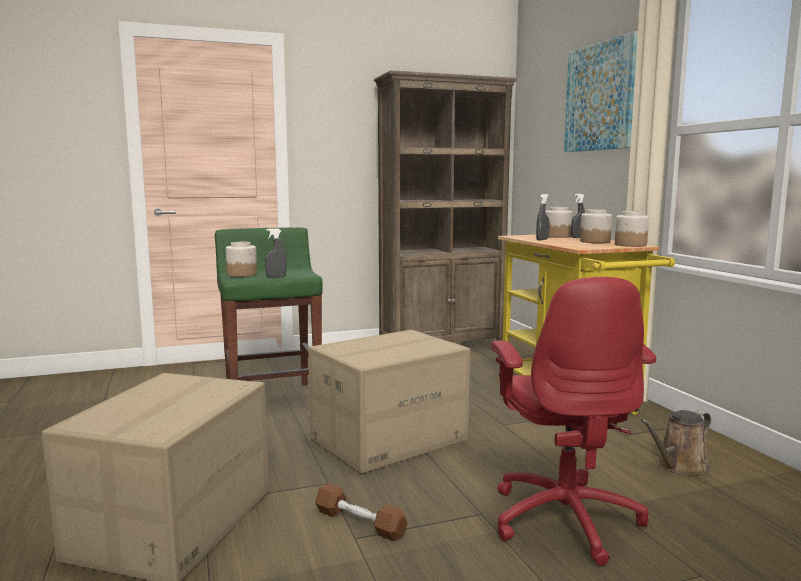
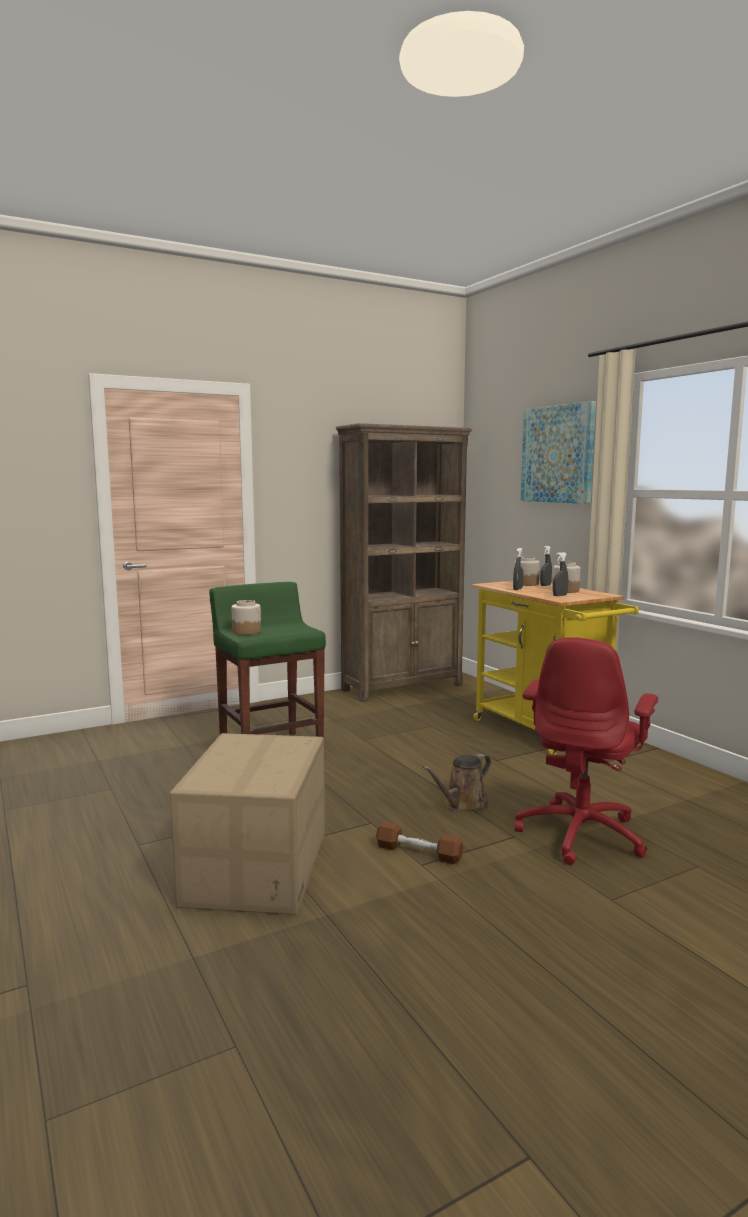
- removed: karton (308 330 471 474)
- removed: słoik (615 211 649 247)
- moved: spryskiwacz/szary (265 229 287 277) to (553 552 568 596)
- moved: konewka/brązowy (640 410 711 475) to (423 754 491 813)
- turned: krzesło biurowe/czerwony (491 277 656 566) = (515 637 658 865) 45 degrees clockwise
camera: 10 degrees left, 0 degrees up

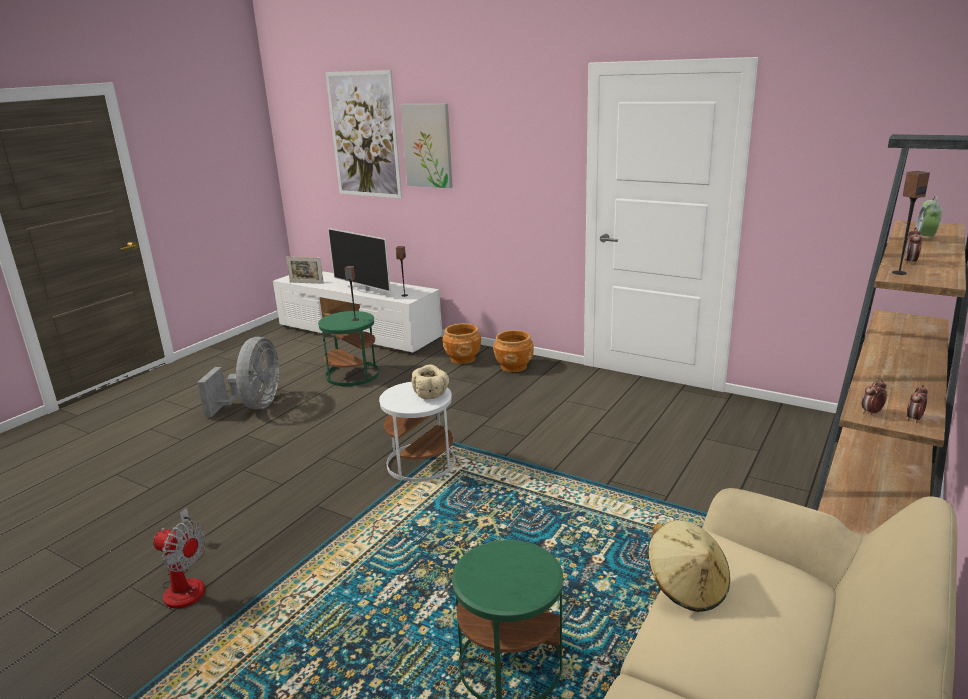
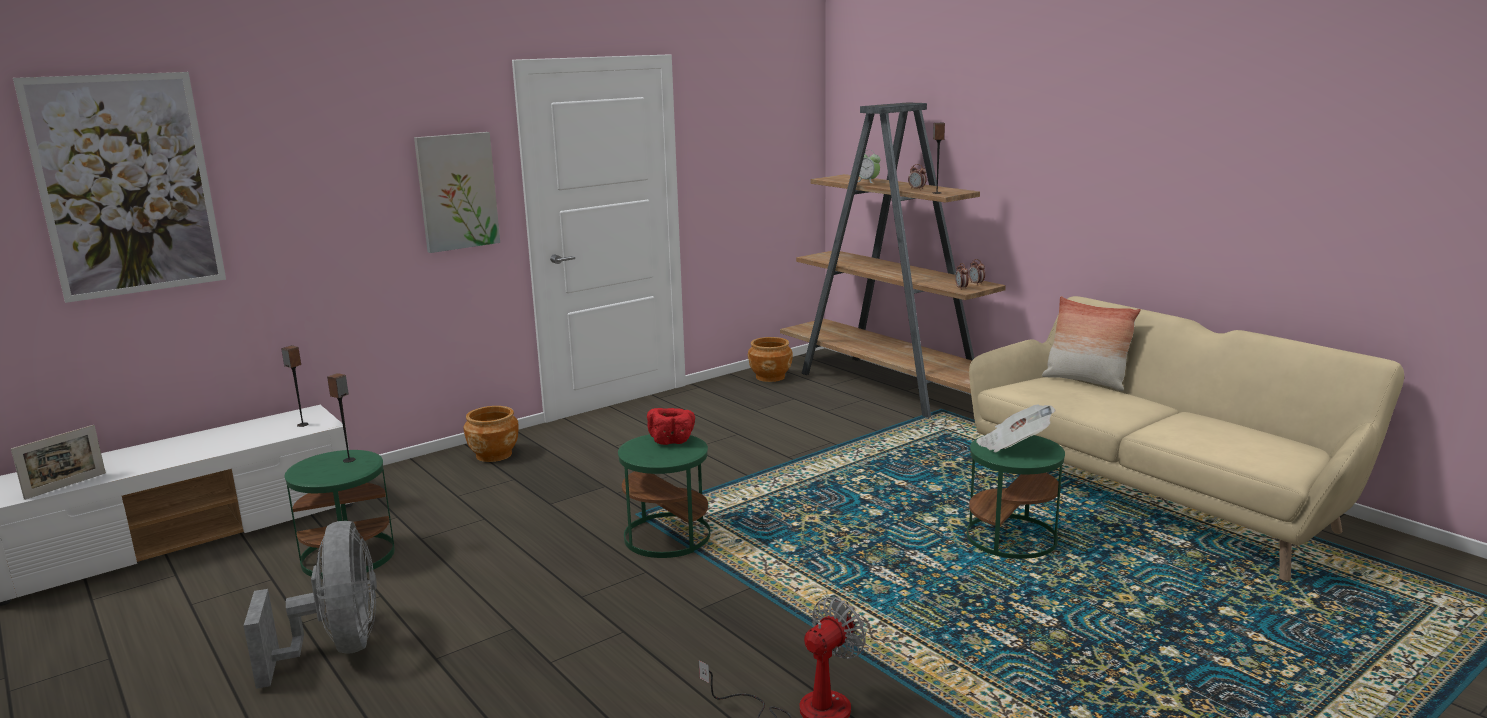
- removed: telewizor (328 228 391 295)
- removed: kapelusz/beżowy (648 520 730 612)
- added: gazeta (976 405 1056 452)
- added: poduszka (1042 296 1141 391)
- moved: obraz (401 104 453 188) to (414 132 500 253)
- moved: donica/brązowy (443 323 481 364) to (748 337 793 382)
- recoloured: stolik/biały (379 382 455 482) to stolik/zielony (618 434 710 558)
- recoloured: miska/beżowy (412 365 449 399) to miska/czerwony (647 408 695 445)
- turned: wentylator/szary (197 337 279 417) = (244 521 377 689) 45 degrees clockwise
camera: 70 degrees left, 5 degrees down

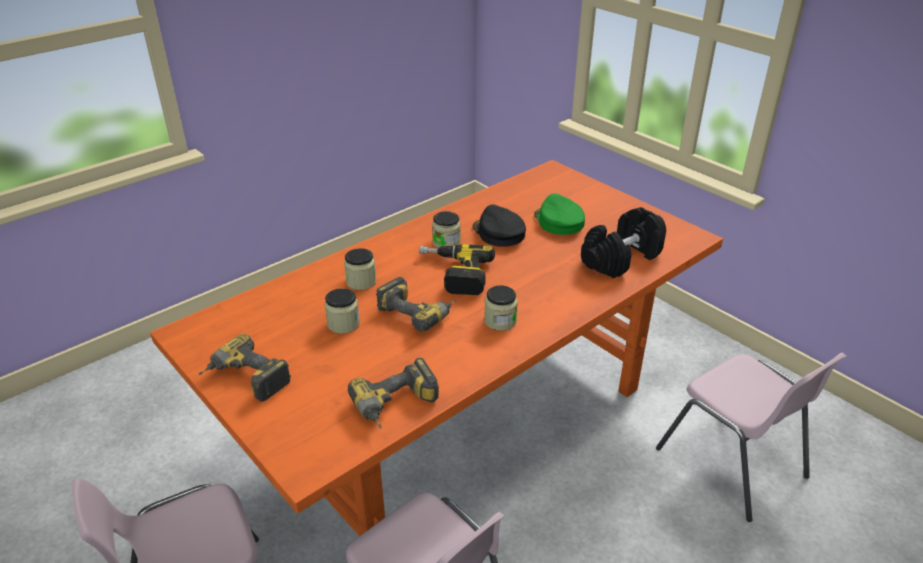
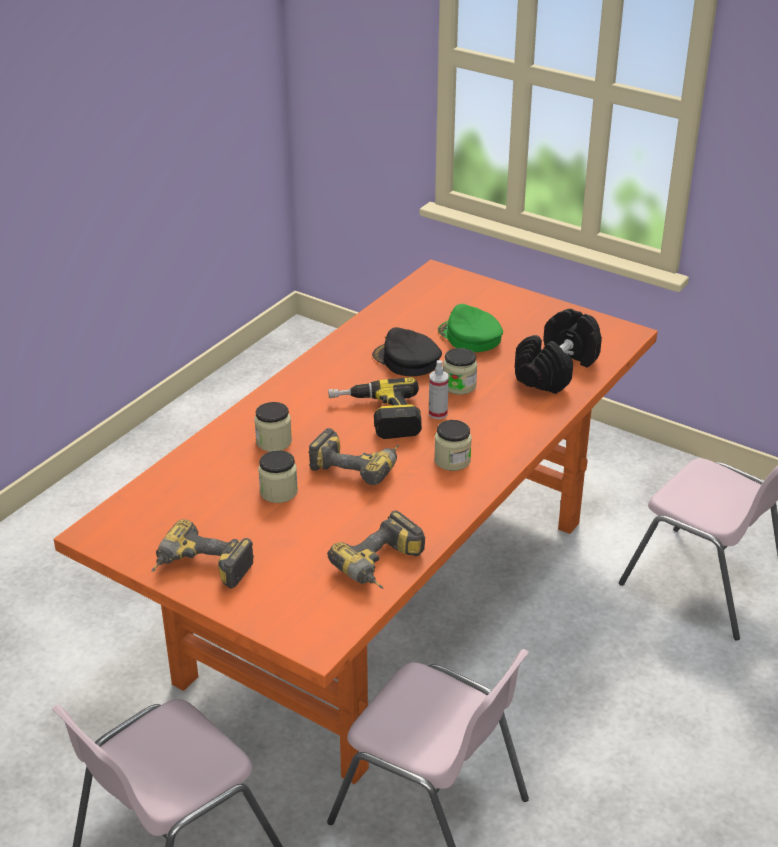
- added: spryskiwacz (429 360 449 419)
- moved: słoik (432 211 461 248) to (443 348 477 395)
camera: 15 degrees left, 0 degrees up

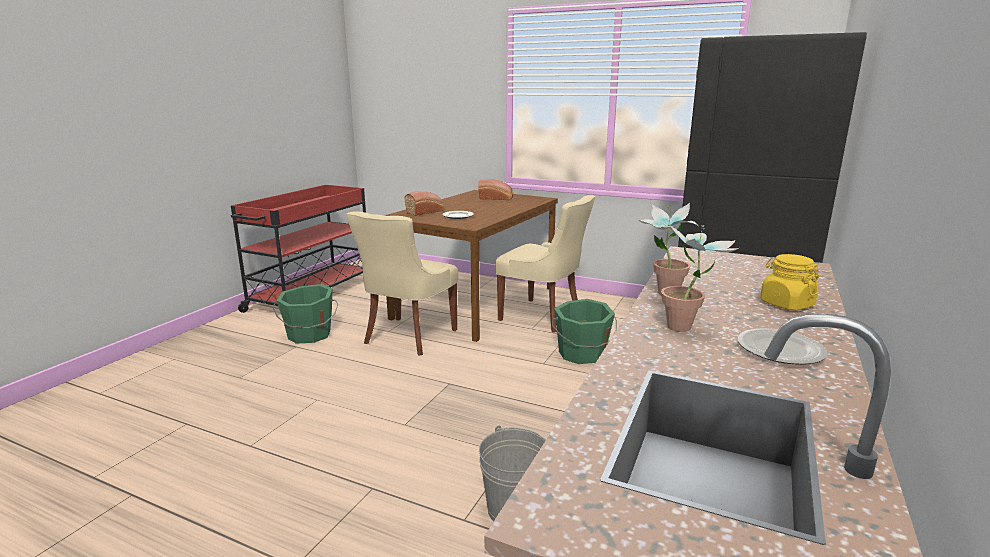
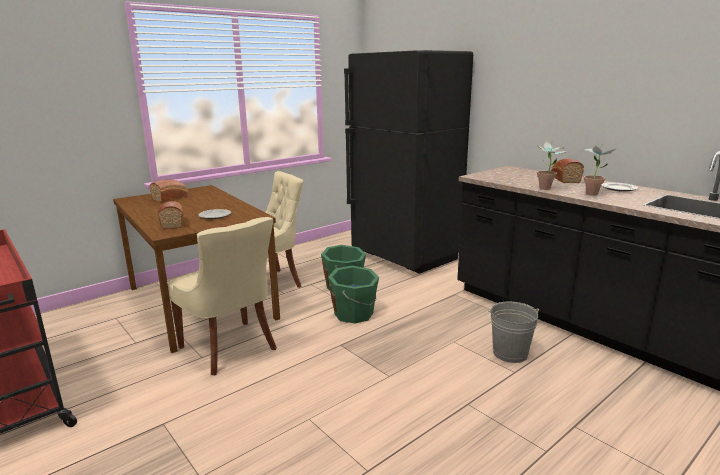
- moved: wiadro/zielony (272 284 338 344) to (328 266 379 323)
- replaced: słoik/żółty (760 254 820 310) to chleb (551 159 584 183)
camera: 65 degrees left, 0 degrees up

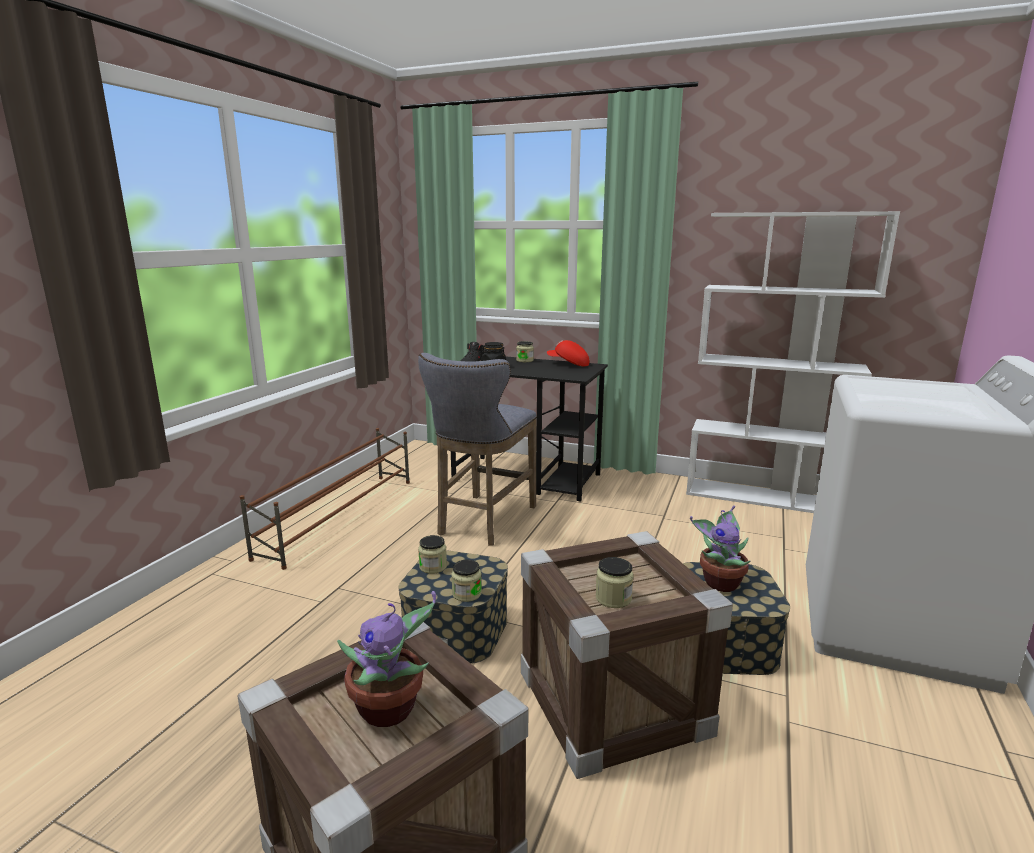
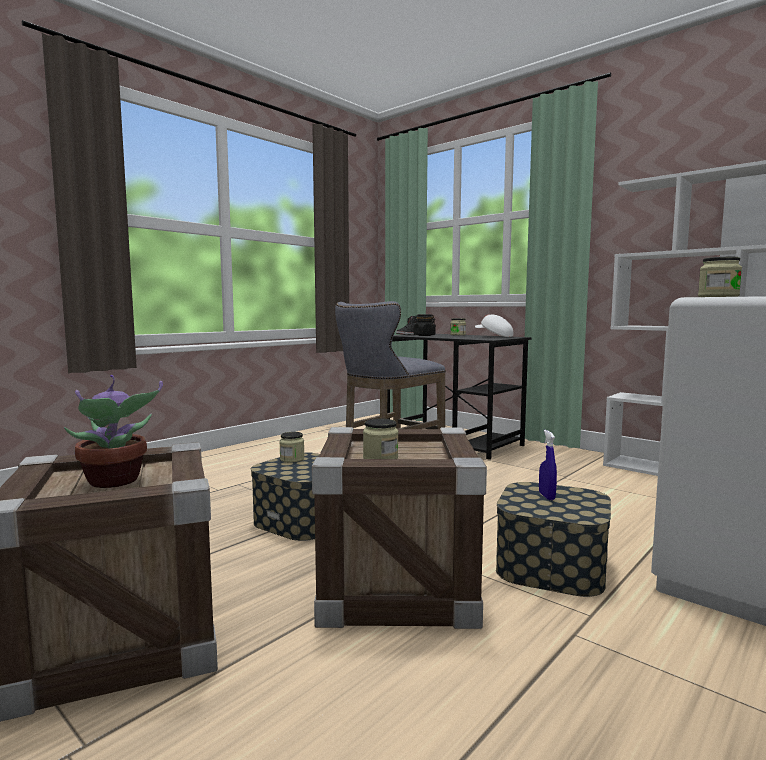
- removed: regał na buty/brązowy (240 428 410 570)
- moved: słoik (451 560 482 602) to (698 257 742 297)
- replaced: roślina doniczkowa (690 505 750 592) to spryskiwacz/niebieski (539 430 557 500)
- recoloured: czapka z daszkiem/czerwony (547 340 589 366) to czapka z daszkiem/biały (475 314 513 337)
camera: 20 degrees right, 10 degrees down

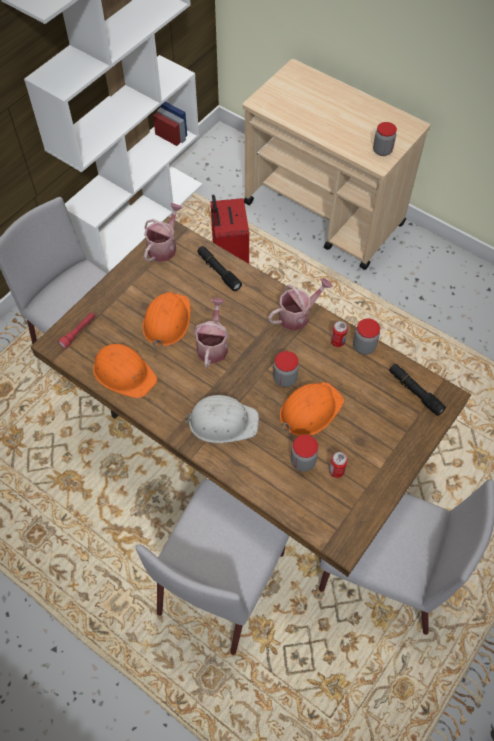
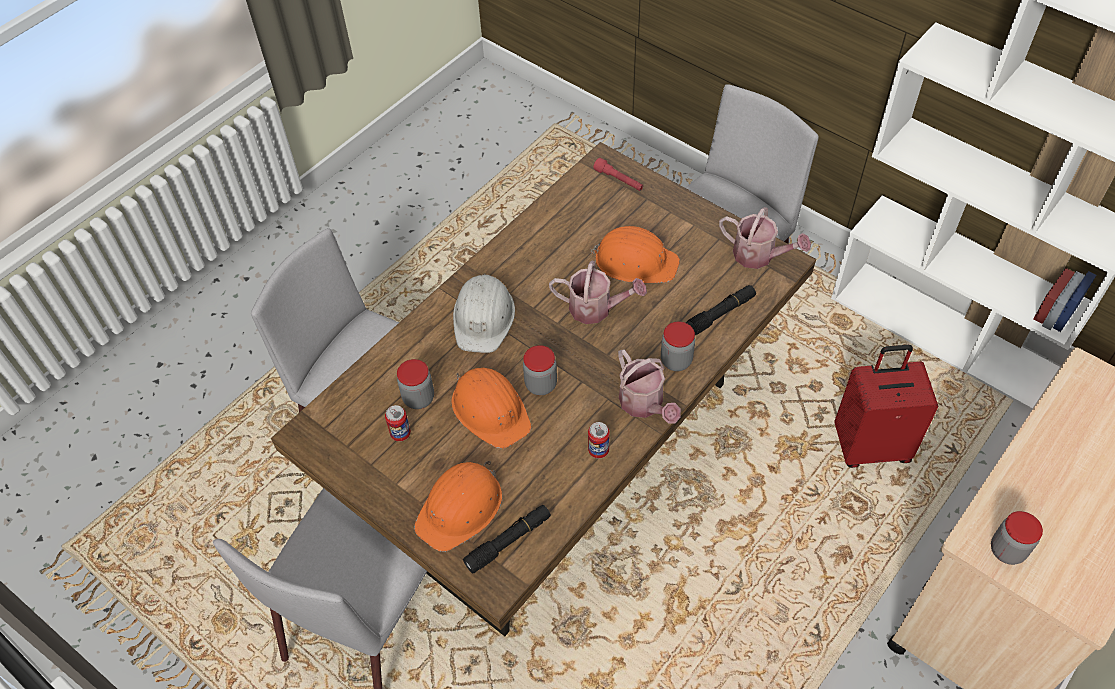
- moved: kask/pomarańczowy (92 344 157 399) to (414 461 502 552)
- moved: słoik (353 318 380 355) to (661 322 695 371)
camera: 95 degrees right, 5 degrees down

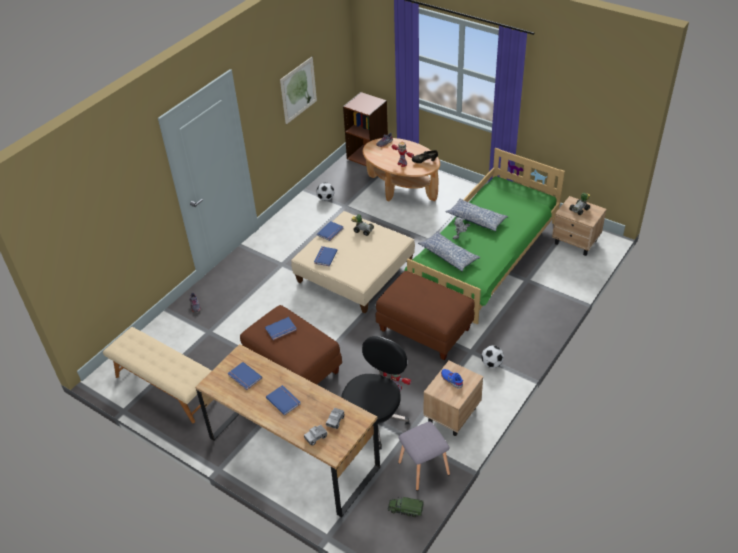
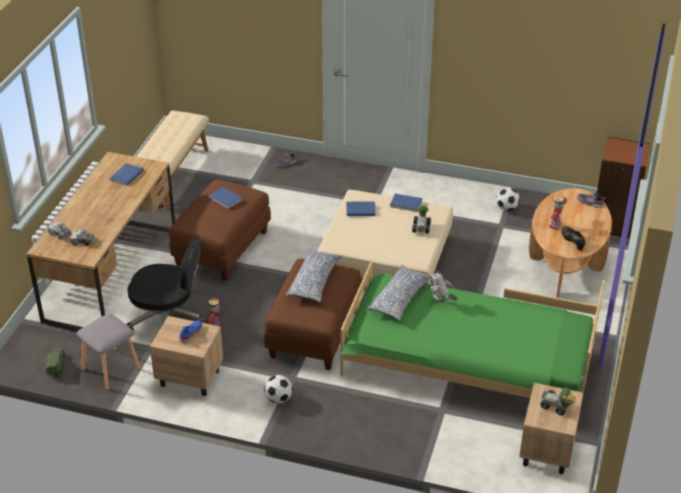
- removed: książka/niebieski (266 385 301 415)
- removed: obraz (280 57 317 124)
- moved: poduszka (446 199 508 231) to (286 248 342 302)
camera: 70 degrees right, 5 degrees down

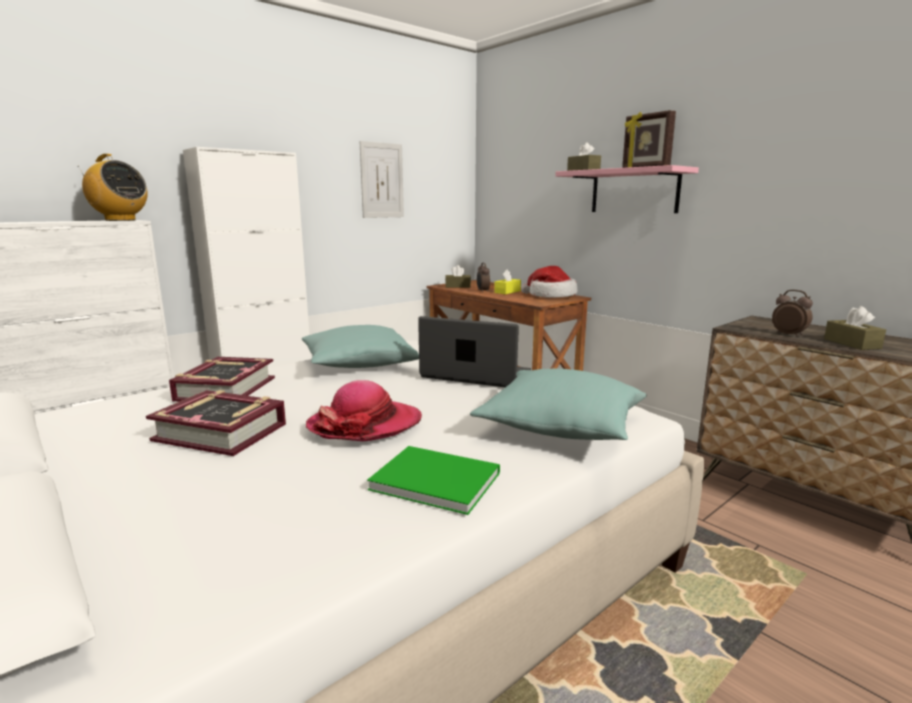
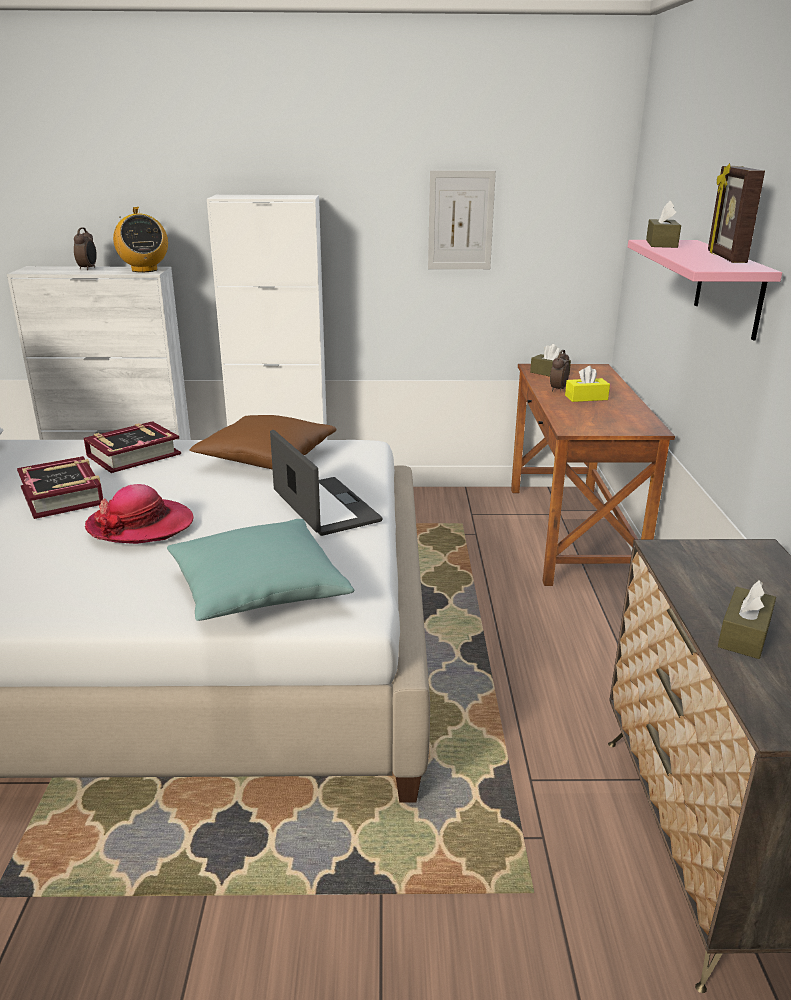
- removed: książka/zielony (367 446 500 515)
- removed: kapelusz (521 266 577 298)
- moved: budzik (772 290 813 337) to (74 227 97 270)
- recoloured: poduszka/turkusowy (302 325 419 368) to poduszka/brązowy (189 415 337 470)
camera: 40 degrees right, 10 degrees up

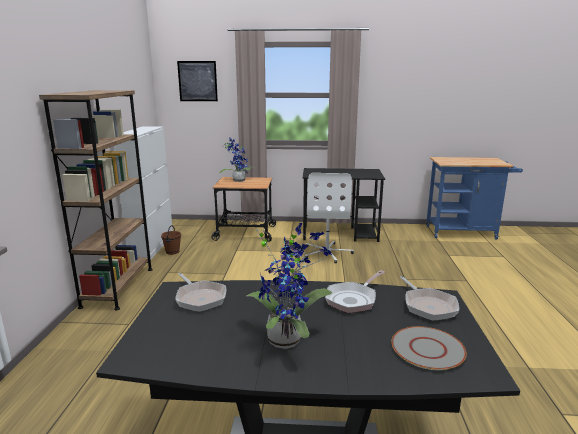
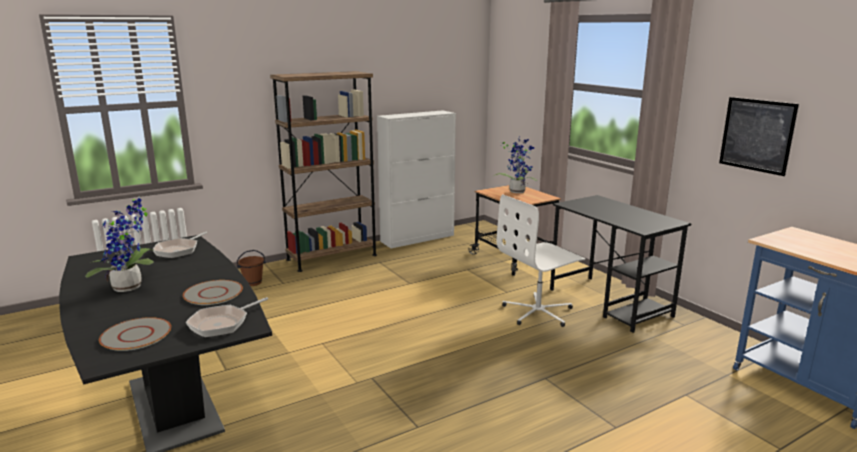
- moved: wiadro/brązowy (161 225 181 255) to (237 250 266 286)
- moved: obraz (177 61 218 101) to (719 97 799 176)
- replaced: patelnia (325 270 385 313) to talerz/szary (183 280 243 305)
camera: 55 degrees right, 0 degrees up

